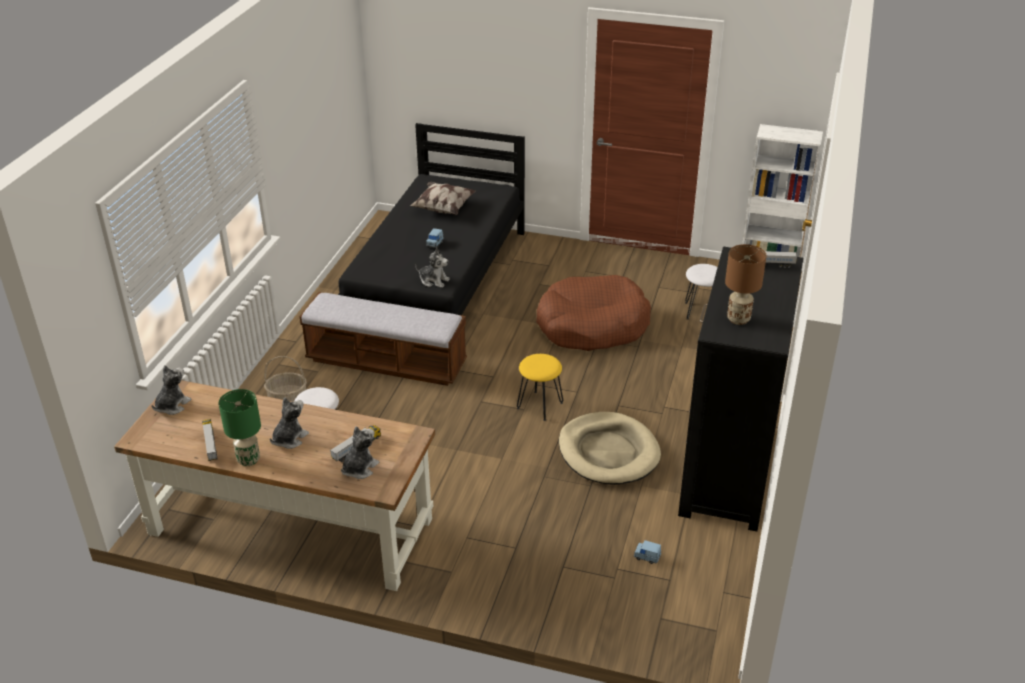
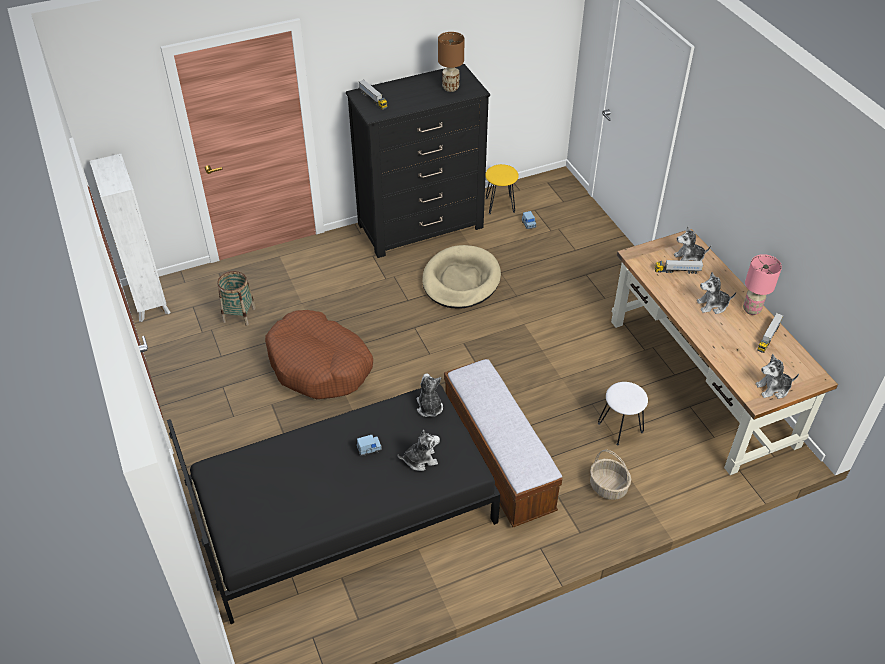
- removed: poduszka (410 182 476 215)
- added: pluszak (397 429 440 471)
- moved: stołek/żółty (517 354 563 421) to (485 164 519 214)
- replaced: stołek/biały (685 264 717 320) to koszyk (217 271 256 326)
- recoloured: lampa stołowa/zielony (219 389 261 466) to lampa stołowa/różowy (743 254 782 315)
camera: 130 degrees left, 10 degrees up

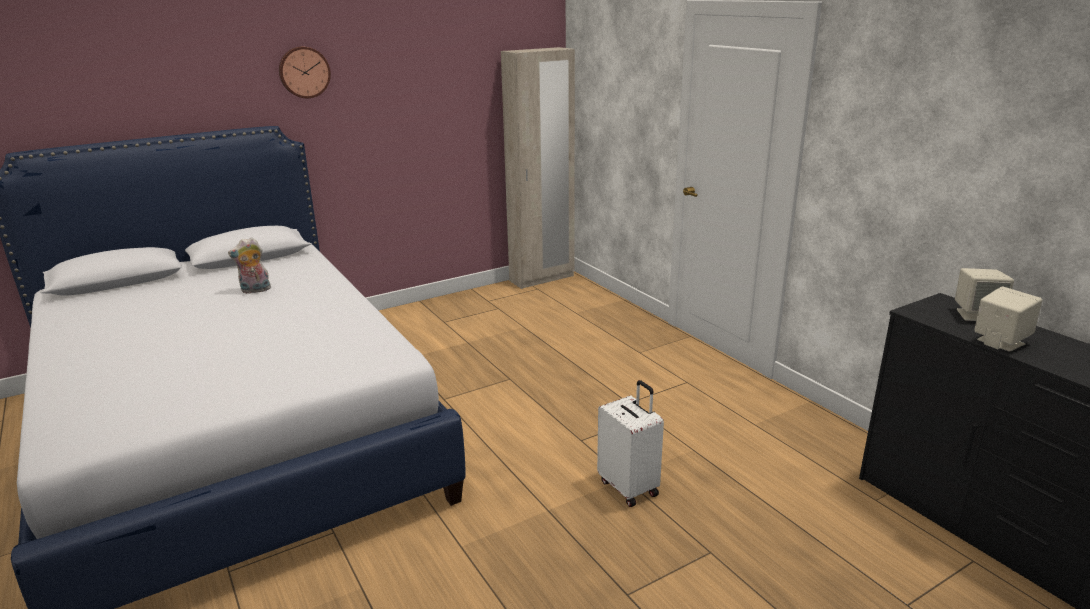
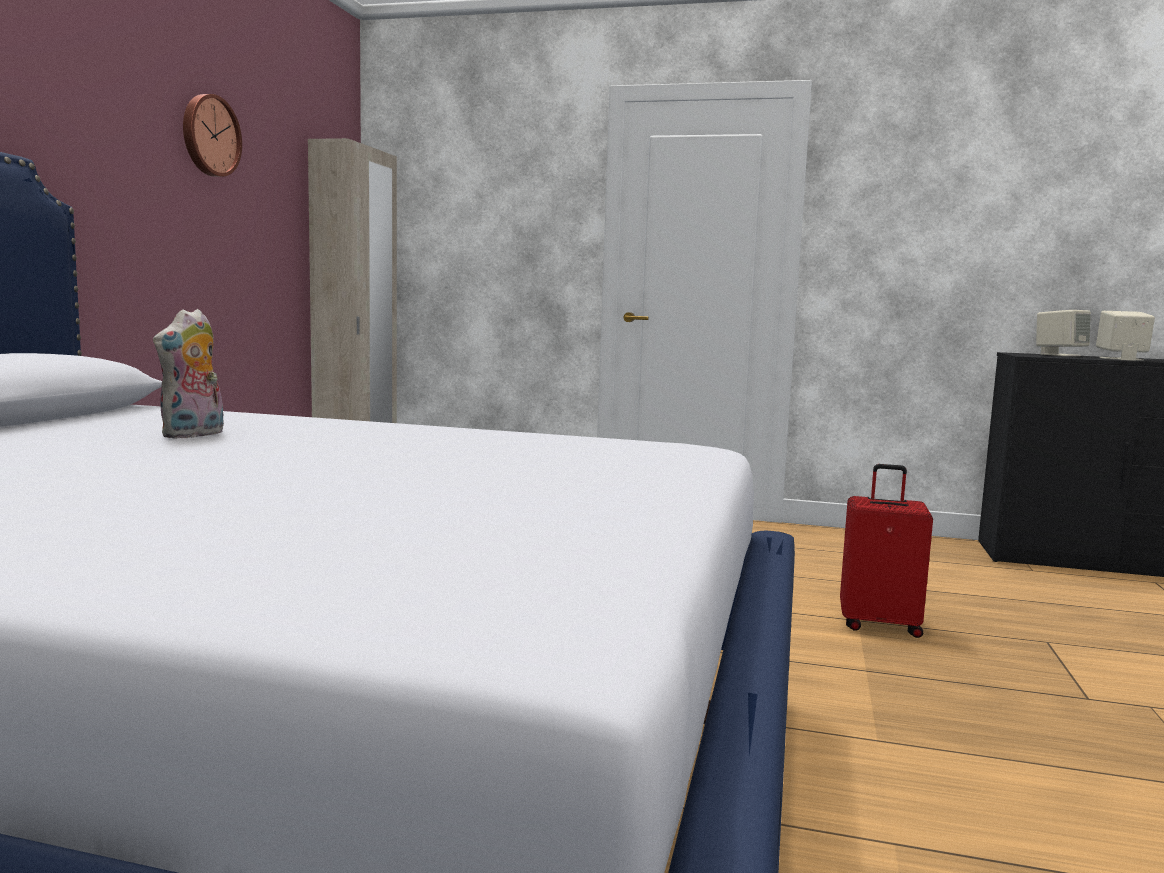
- moved: zegar ścienny (279 46 331 98) to (183 94 242 177)
- recoloured: walizka/biały (597 380 664 507) to walizka/czerwony (840 464 933 638)
camera: 45 degrees left, 15 degrees down

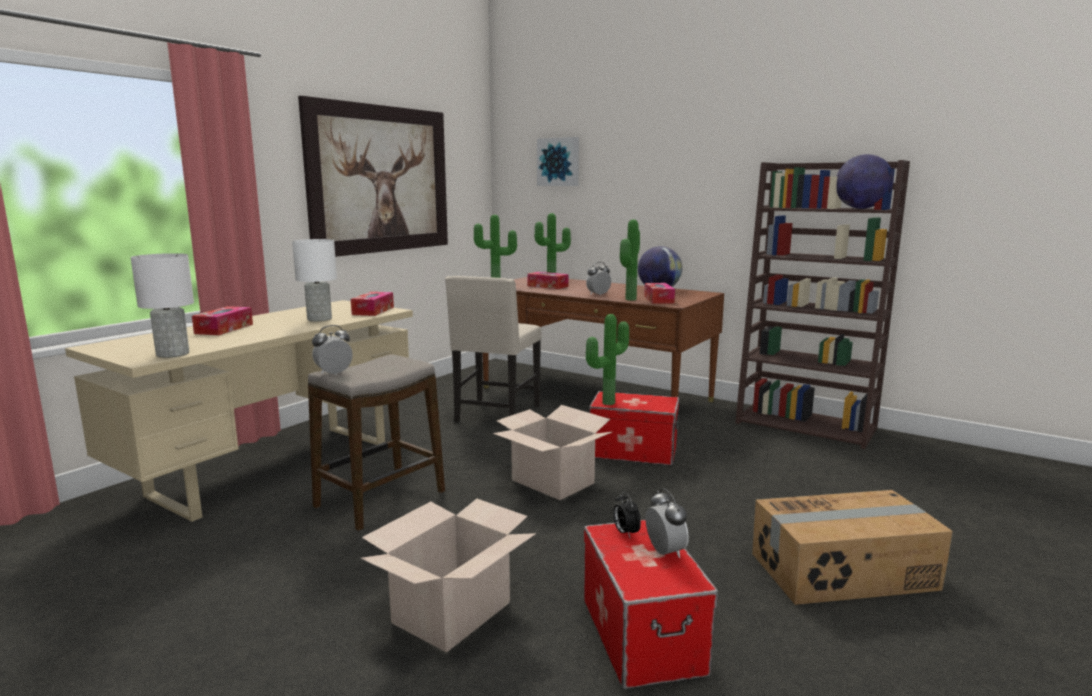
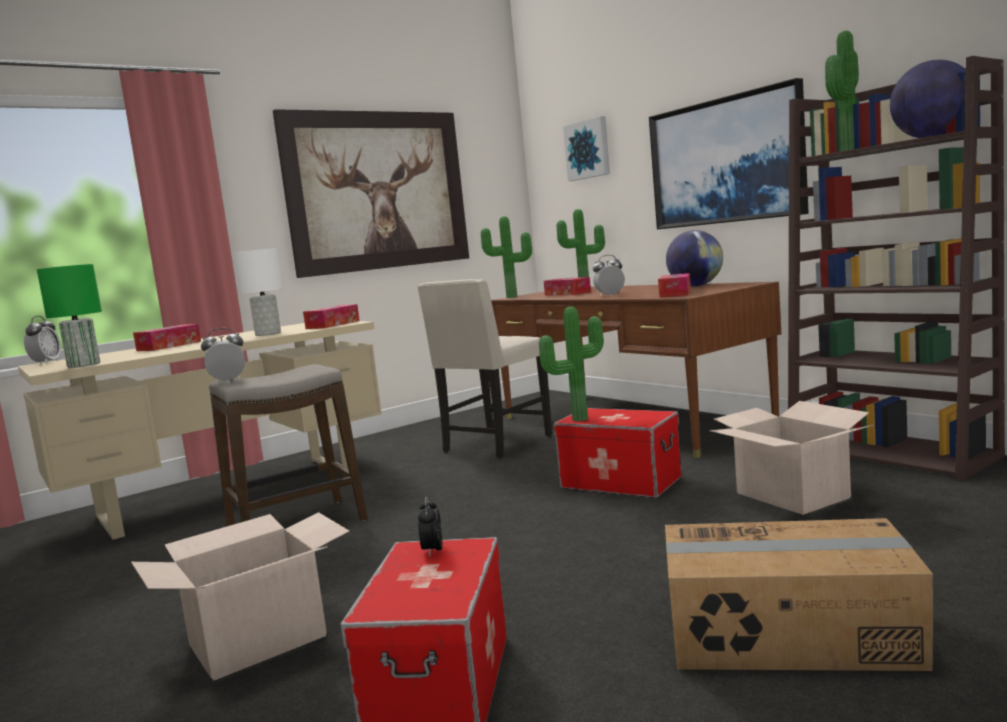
- added: obraz (649 78 809 229)
- moved: karton (493 405 612 500) to (709 401 873 515)
- moved: roślina doniczkowa (620 219 640 301) to (825 31 859 152)
- moved: budzik (646 488 689 558) to (24 316 61 364)
- recoloured: lampa stołowa/biały (130 253 194 358) to lampa stołowa/zielony (37 264 102 368)
camera: 20 degrees right, 5 degrees down

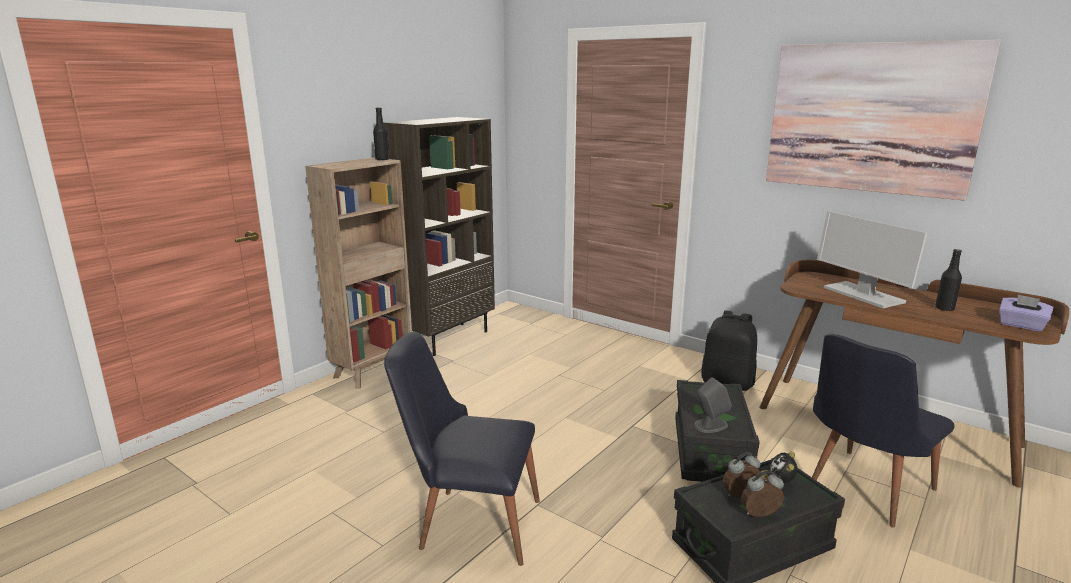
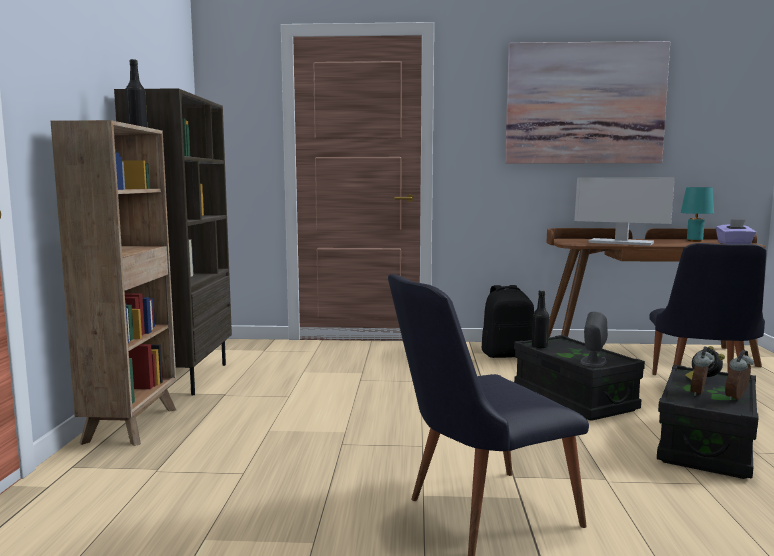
- added: lampa stołowa/turkusowy (681 187 714 242)
- moved: butelka/czarny (935 249 962 311) to (532 290 549 349)
camera: 35 degrees left, 10 degrees down

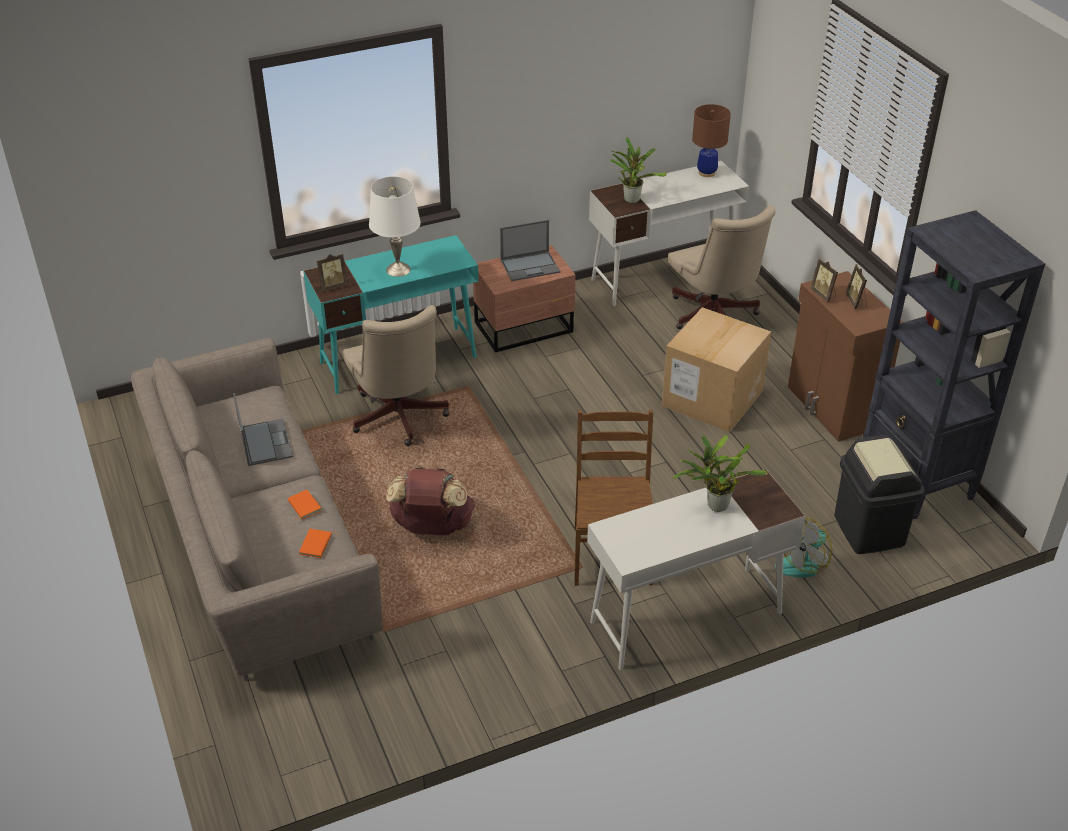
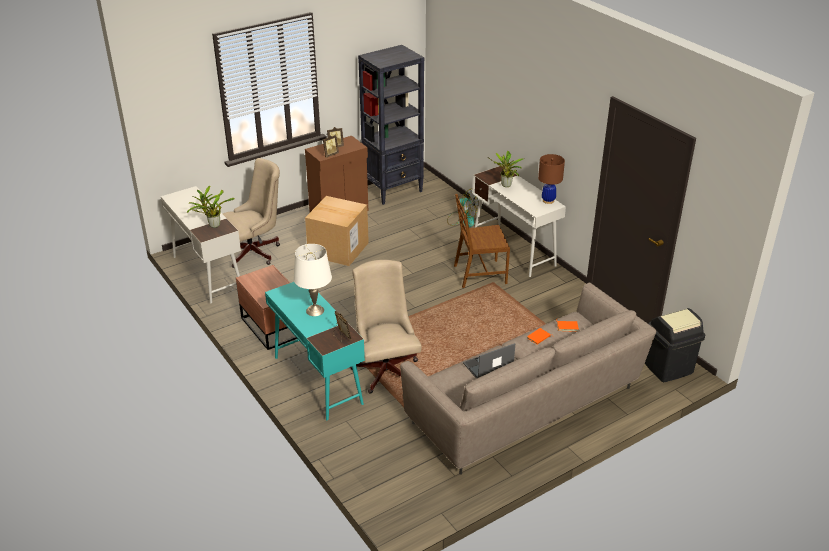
- removed: plecak/brązowy (387 467 475 535)
- removed: laptop (500 220 560 281)
- moved: lampa stołowa/brązowy (692 104 731 177) to (538 154 565 204)
- moved: kosz na śmieci/czarny (834 435 925 554) to (645 308 705 382)
- turned: krzesło biurowe/beżowy (343 305 450 446) = (350 260 422 394) 75 degrees counterclockwise
camera: 100 degrees left, 5 degrees down

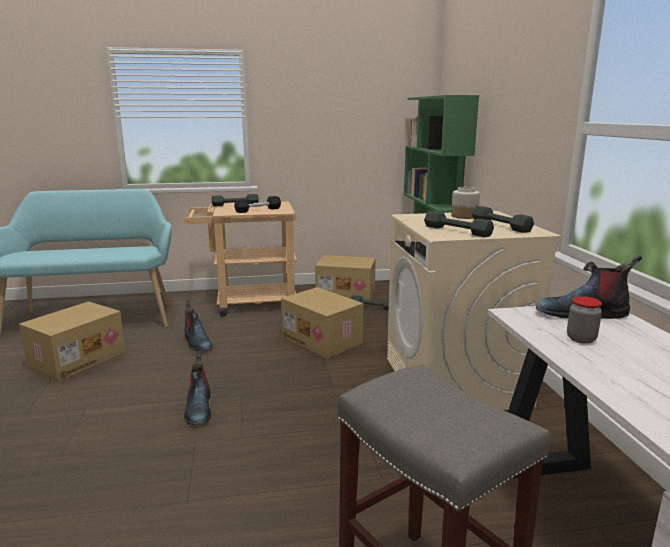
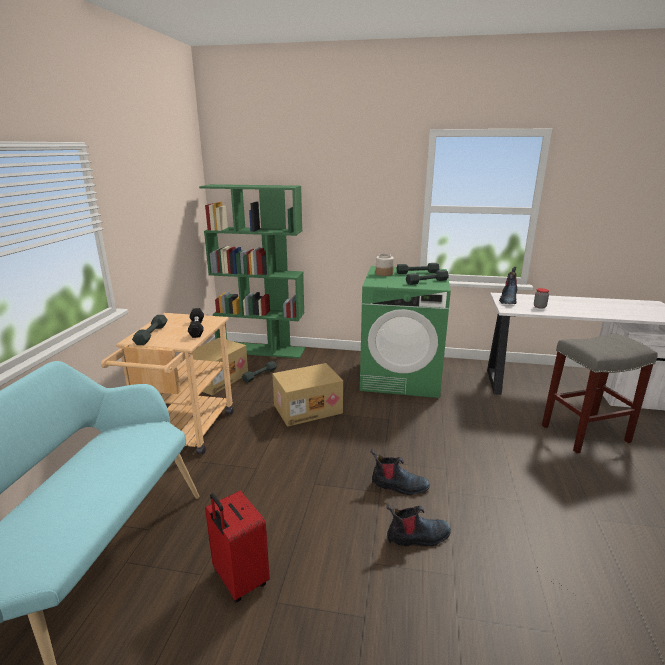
- moved: but z cholewką (184 301 212 351) to (387 504 451 547)
- replaced: karton (19 301 125 382) to walizka/czerwony (205 491 270 603)
- recoloured: pralka/beżowy (387 211 562 410) to pralka/zielony (360 266 451 398)
camera: 70 degrees left, 5 degrees up

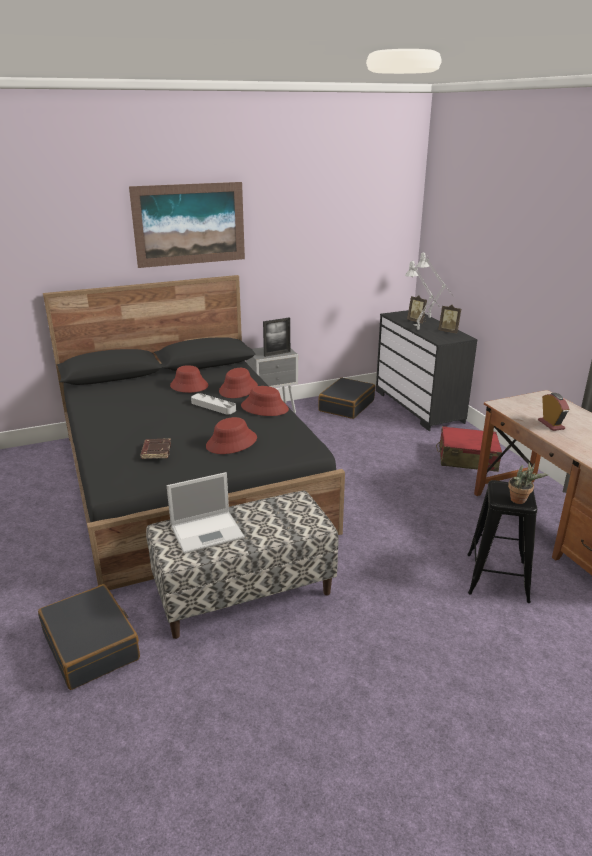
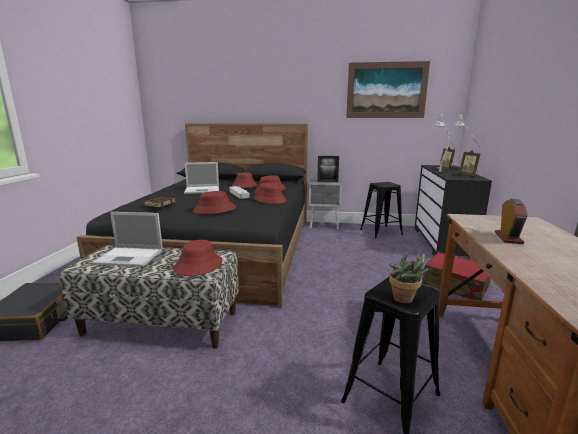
- added: kapelusz/czerwony (173 240 222 276)
- added: laptop (184 162 219 194)
- moved: obraz (129 182 245 268) to (346 61 430 118)
- replaced: walizka/czarny (318 378 375 419) to stołek/czarny (360 182 403 239)
camera: 30 degrees right, 10 degrees down

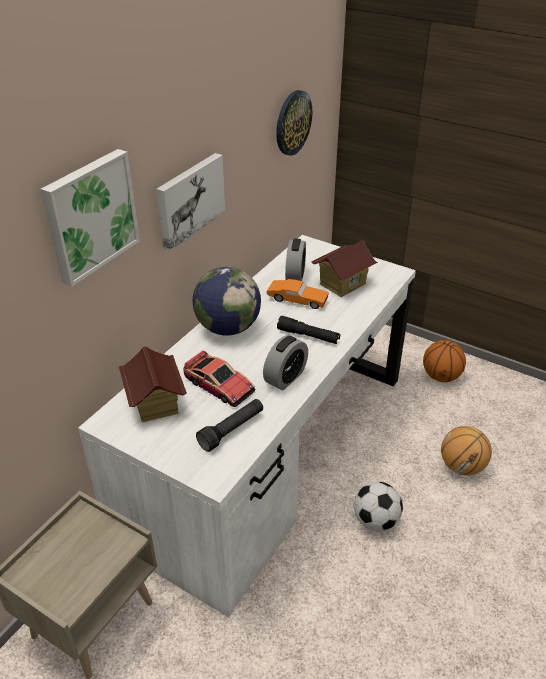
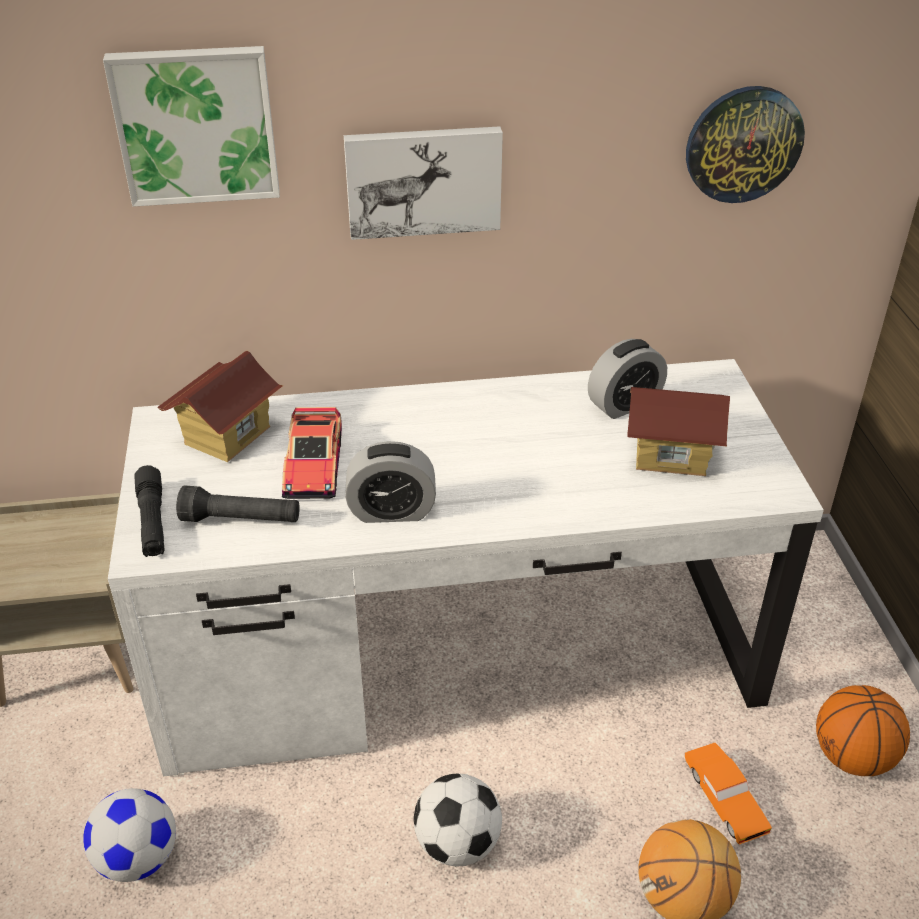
- removed: globus (193 267 261 336)
- added: piłka futbolowa (83 788 176 882)
- moved: samochodzik/pomarańczowy (266 279 329 309) to (685 743 772 845)
- moved: latarka/czarny (277 316 340 344) to (134 465 164 557)
camera: 50 degrees right, 0 degrees up

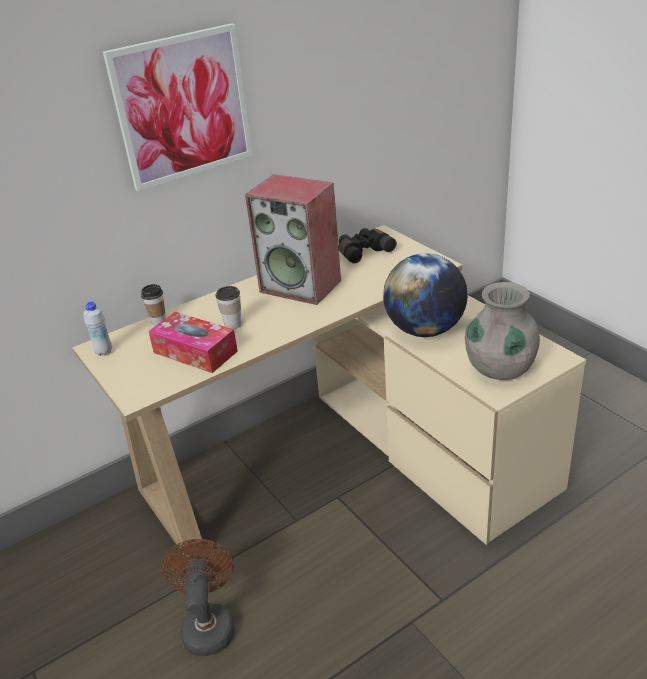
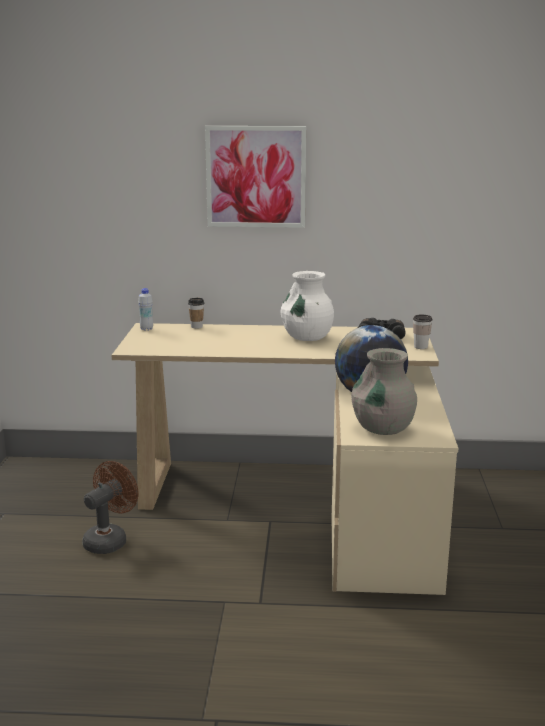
- removed: pudełko chusteczek (148 312 238 373)
- moved: filiżanka (215 286 241 329) to (413 315 433 349)
- replaced: głośnik (245 174 341 305) to wazon/biały (280 271 334 341)
camera: 35 degrees right, 15 degrees down

